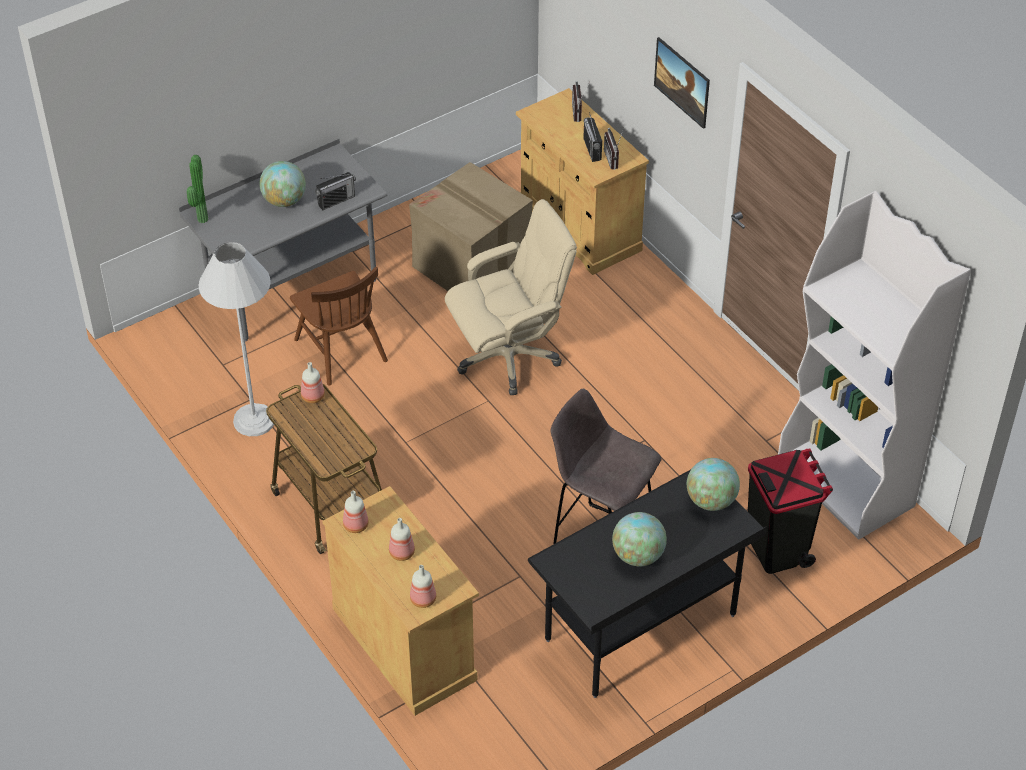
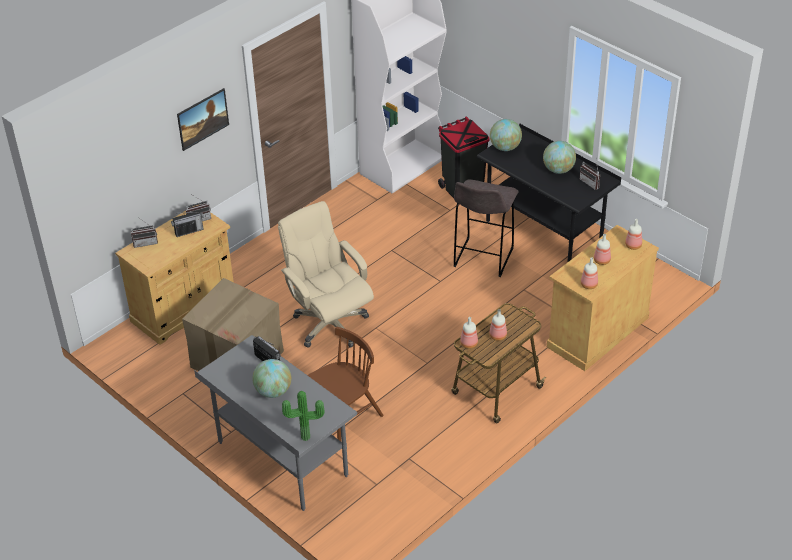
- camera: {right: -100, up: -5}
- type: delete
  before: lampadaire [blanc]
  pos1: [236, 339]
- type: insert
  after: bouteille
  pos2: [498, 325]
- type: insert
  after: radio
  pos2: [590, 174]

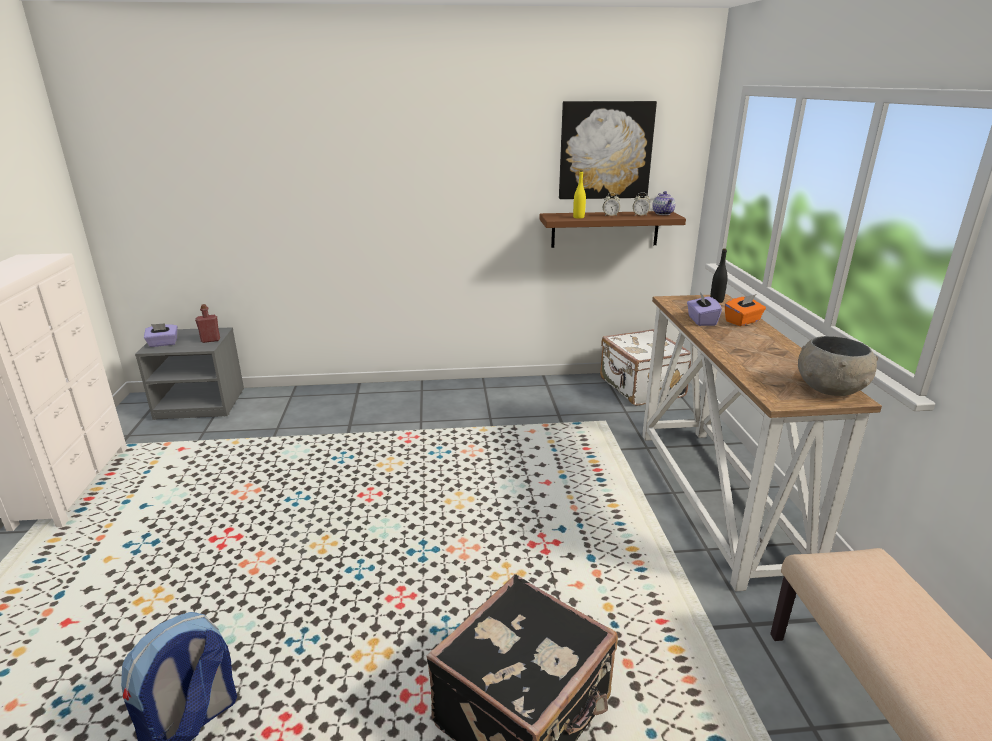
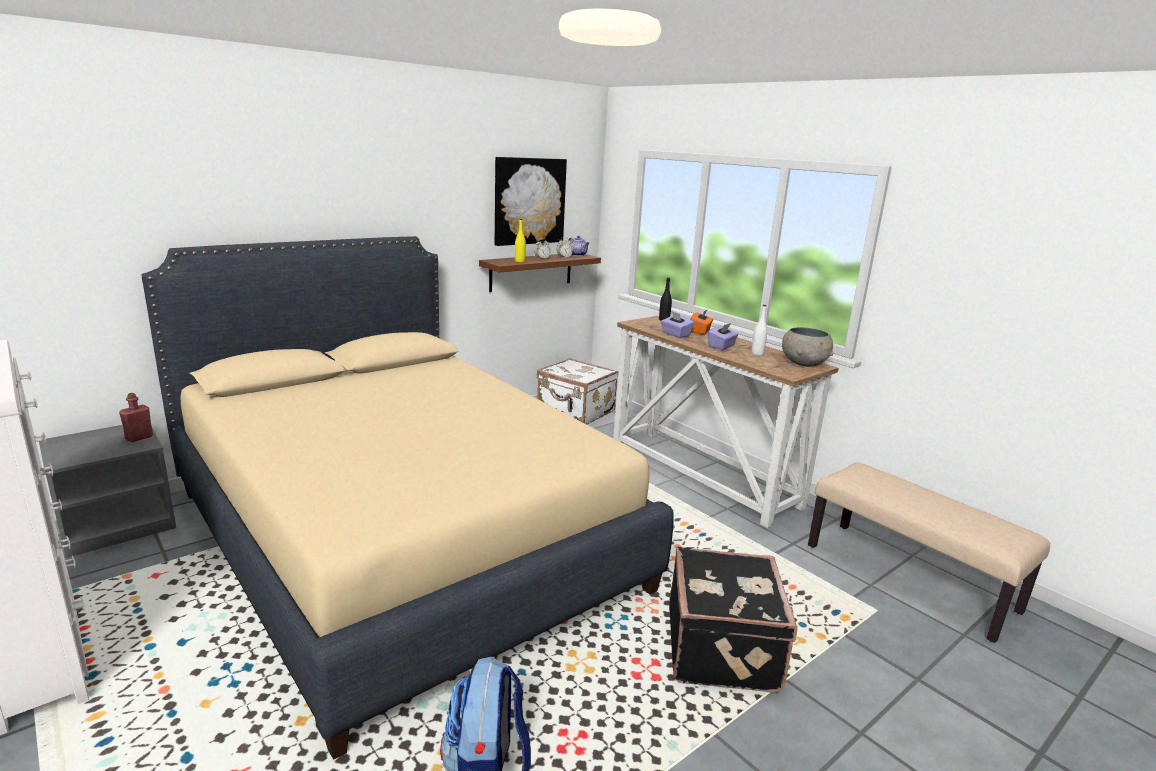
- camera: {right: -35, up: -5}
- type: insert
  after: lit [beige]
  pos2: [407, 498]
- type: insert
  after: bouteille [blanc]
  pos2: [759, 330]
- type: move
  before: boîte à mouchoirs [violet]
  pos1: [161, 335]
  pos2: [723, 336]

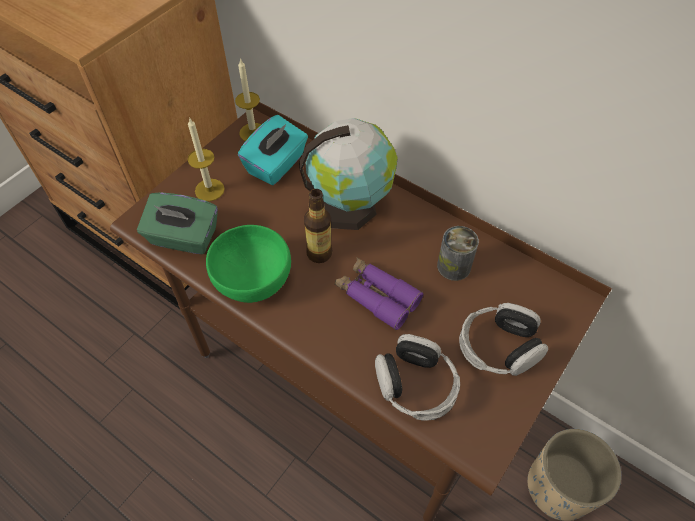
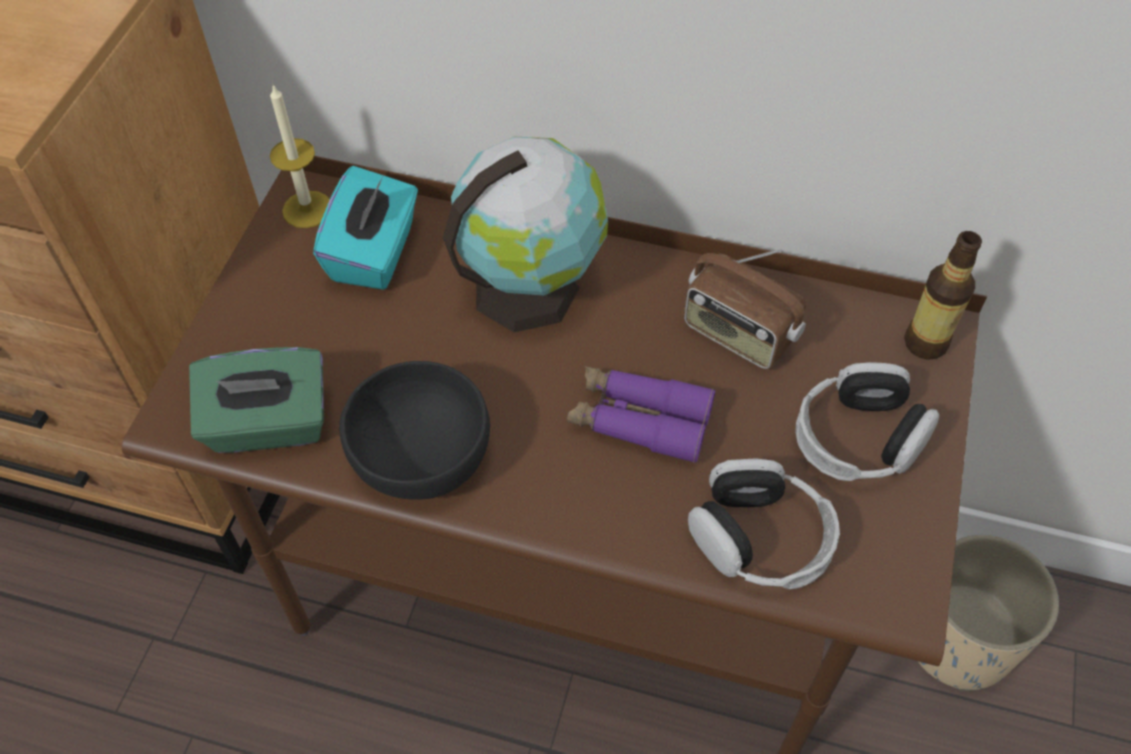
- camera: {right: -20, up: 0}
- type: delete
  before: bougie
  pos1: [206, 160]
- type: move
  before: bouteille
  pos1: [318, 226]
  pos2: [943, 295]
- type: replace
  before: boîte métallique
  after: radio
  pos1: [458, 253]
  pos2: [745, 309]
- type: recolor
  before: bol [vert]
  after: bol [noir]
  pos1: [248, 264]
  pos2: [414, 430]

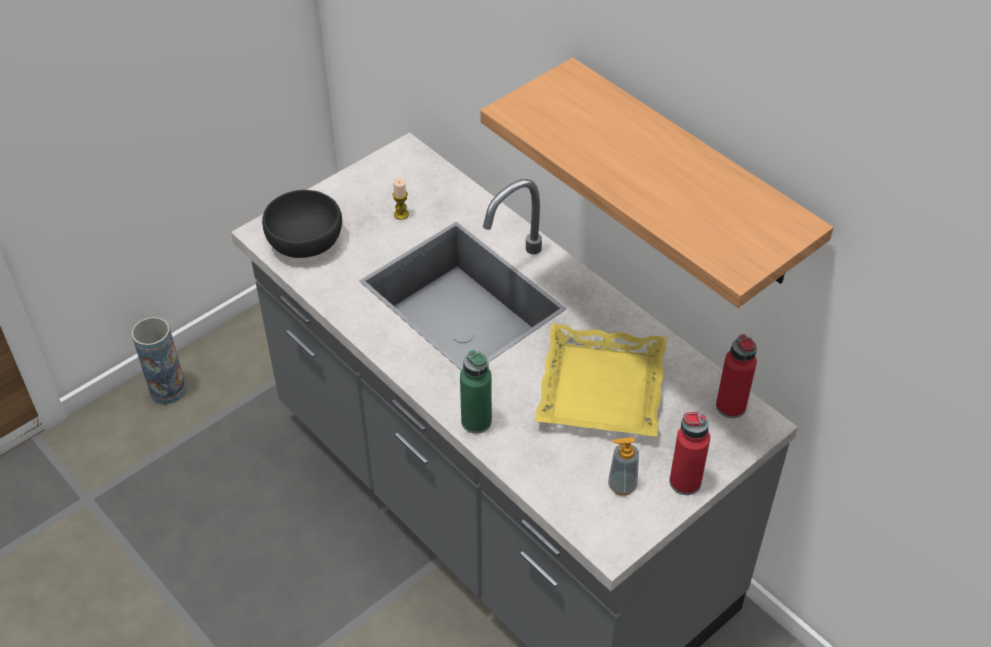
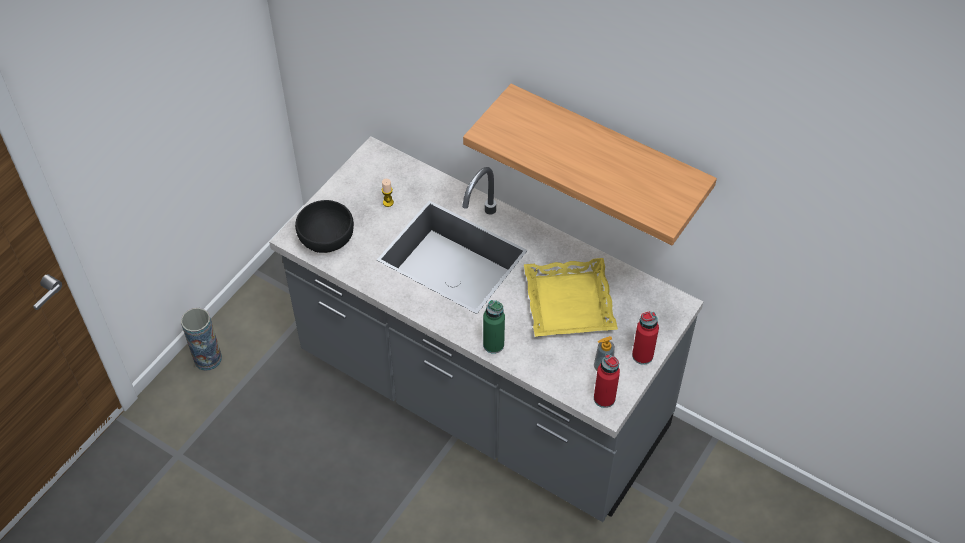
- camera: {right: -15, up: 5}
- type: move
  before: bouteille [rouge]
  pos1: [736, 376]
  pos2: [607, 381]

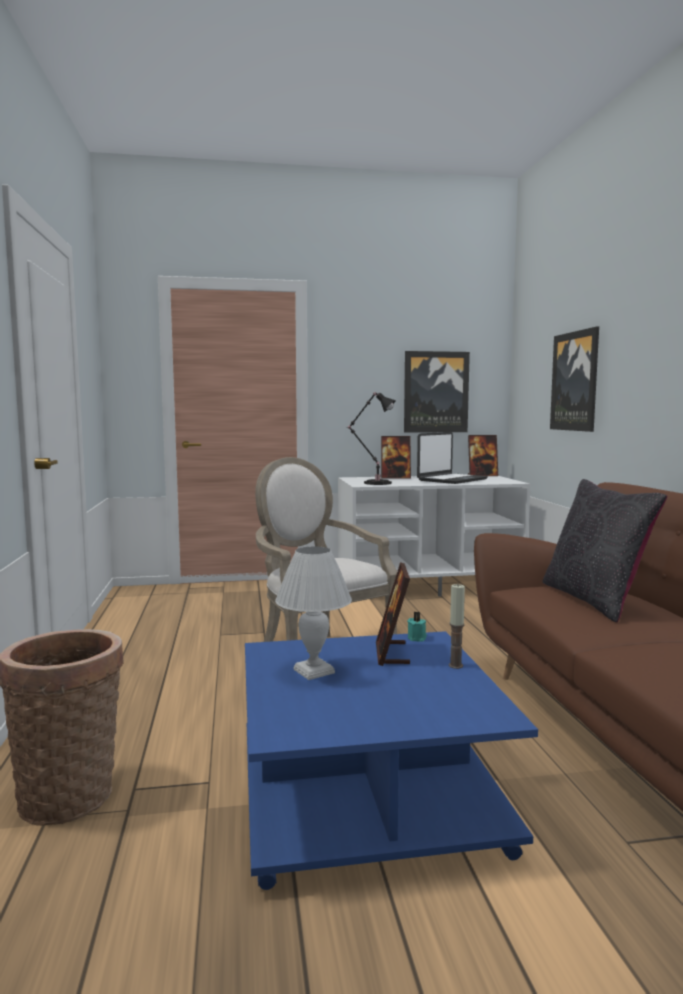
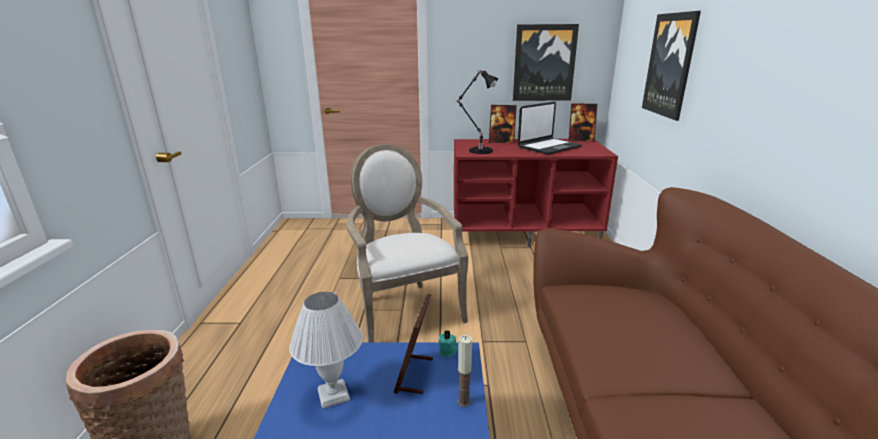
- camera: {right: 10, up: 15}
- type: delete
  before: coussin [noir]
  pos1: [605, 551]
- type: recolor
  before: meuble télé [blanc]
  after: meuble télé [rouge]
  pos1: [434, 536]
  pos2: [536, 192]

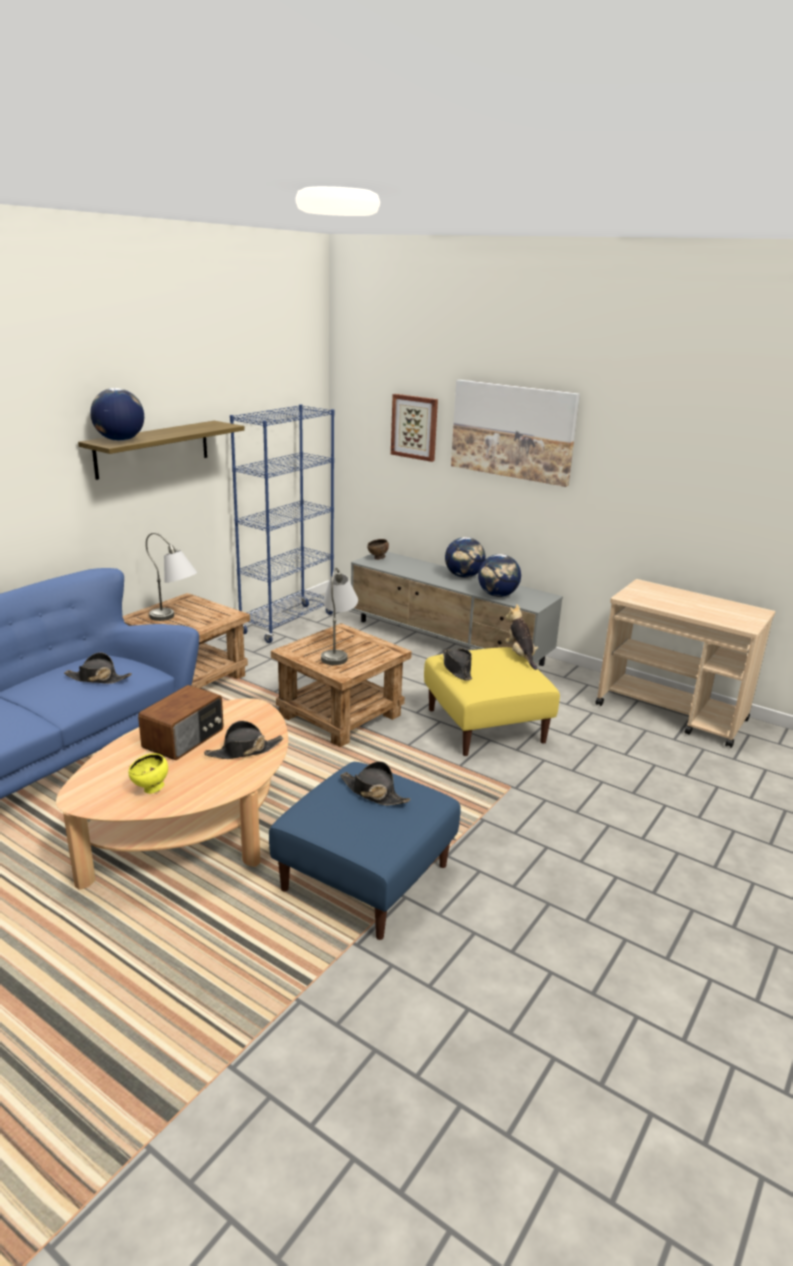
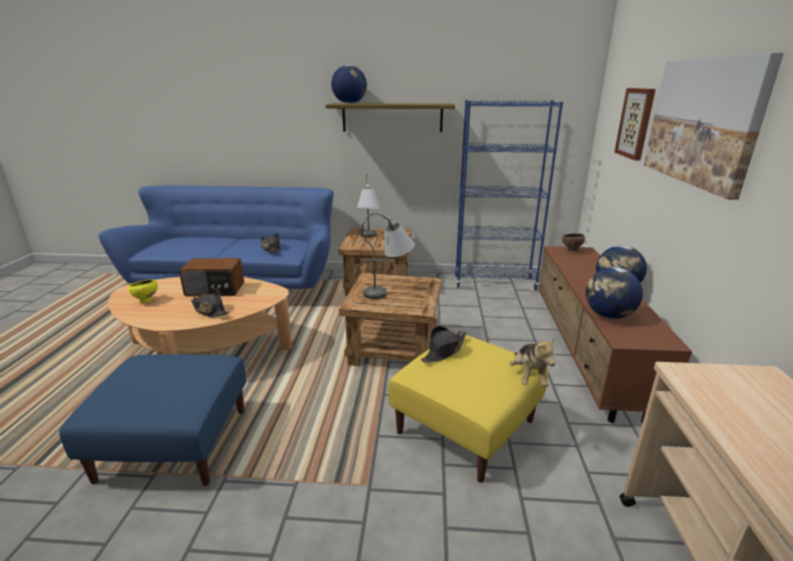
- camera: {right: 60, up: 0}
- type: delete
  before: chapeau [noir]
  pos1: [375, 783]
- type: recolor
  before: meuble télé [gris]
  after: meuble télé [marron]
  pos1: [457, 609]
  pos2: [615, 334]
- type: rotate
  before: peluche
  pos1: [521, 637]
  pos2: [532, 362]
  turn: 135

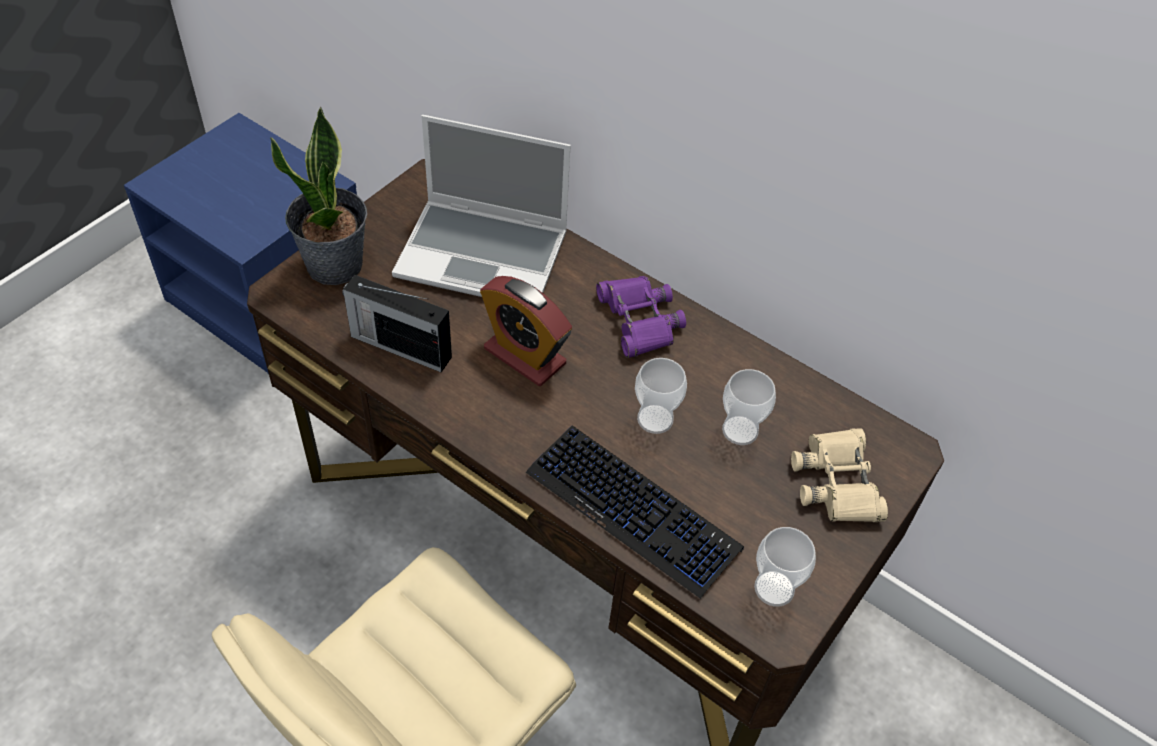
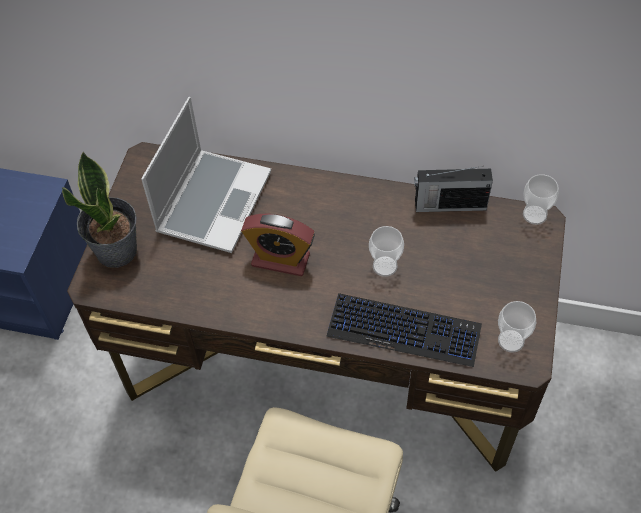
- camera: {right: -20, up: 5}
- type: delete
  before: jumelles [violet]
  pos1: [641, 317]
- type: delete
  before: jumelles [beige]
  pos1: [839, 475]
- type: move
  before: radio
  pos1: [397, 323]
  pos2: [453, 189]
- type: move
  before: tasse
  pos1: [749, 407]
  pos2: [541, 199]
- type: rotate
  before: ordinateur portable
  pos1: [481, 206]
  pos2: [206, 175]
  turn: -60

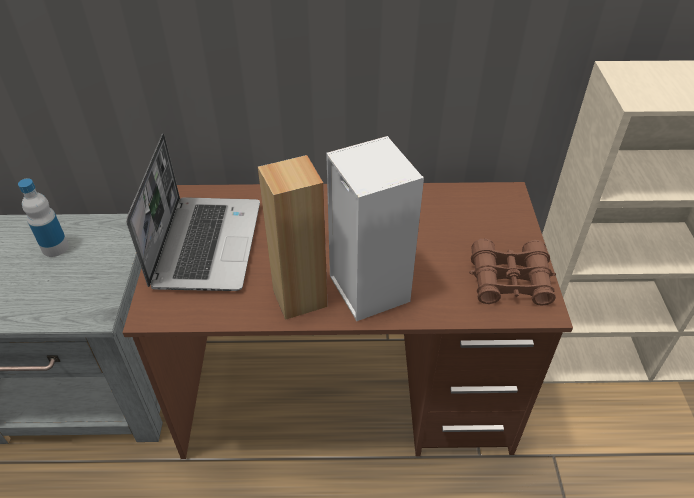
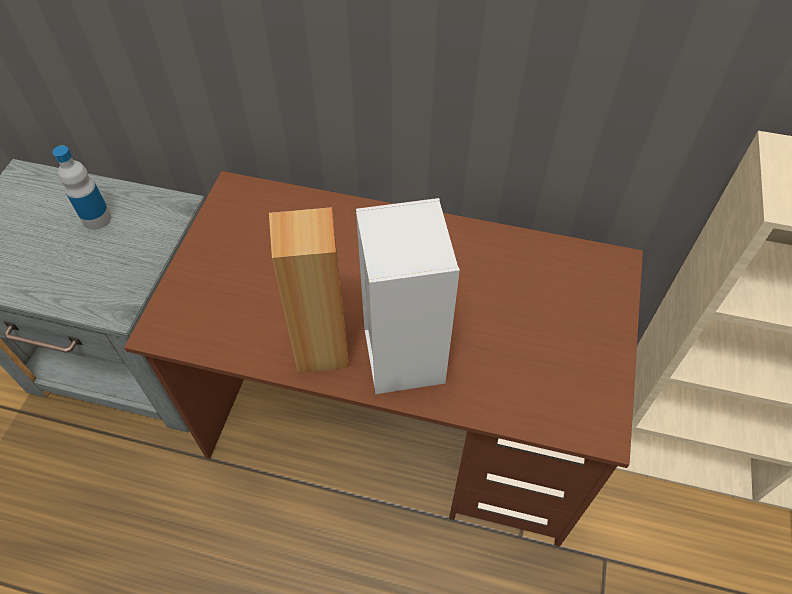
- camera: {right: 15, up: 10}
- type: delete
  before: ordinateur portable
  pos1: [193, 212]
- type: delete
  before: jumelles [marron]
  pos1: [512, 272]

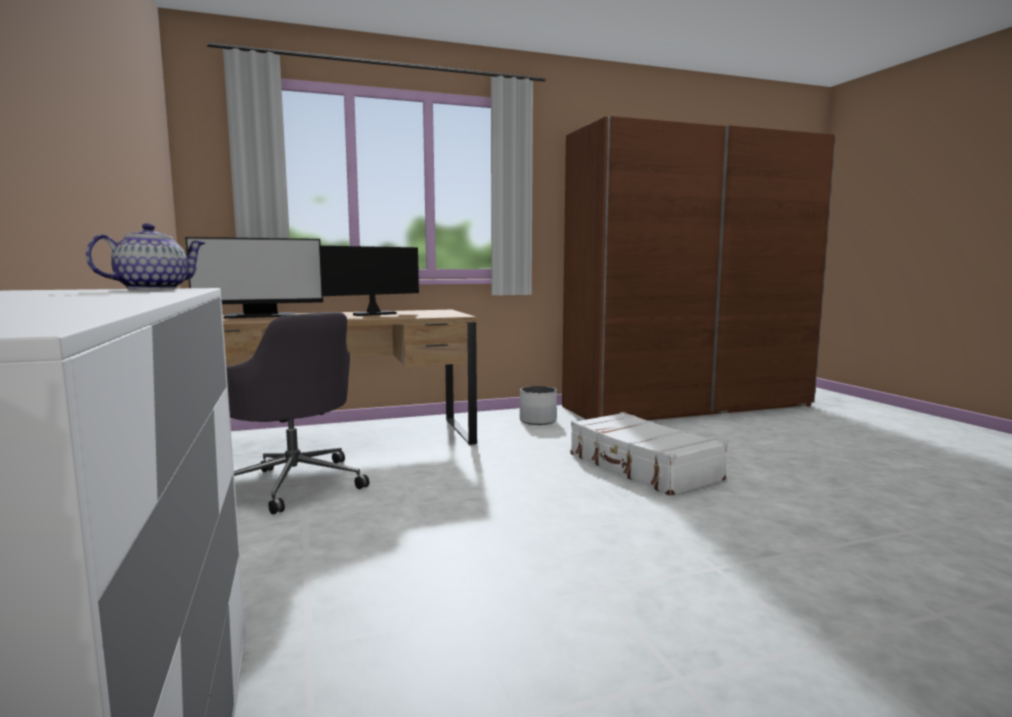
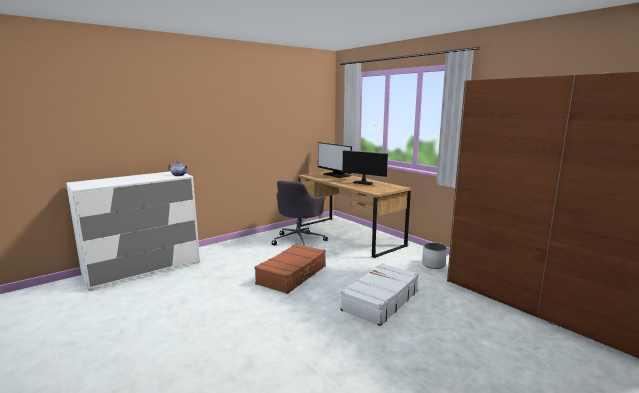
- camera: {right: 70, up: 5}
- type: insert
  after: valise [marron]
  pos2: [290, 269]

